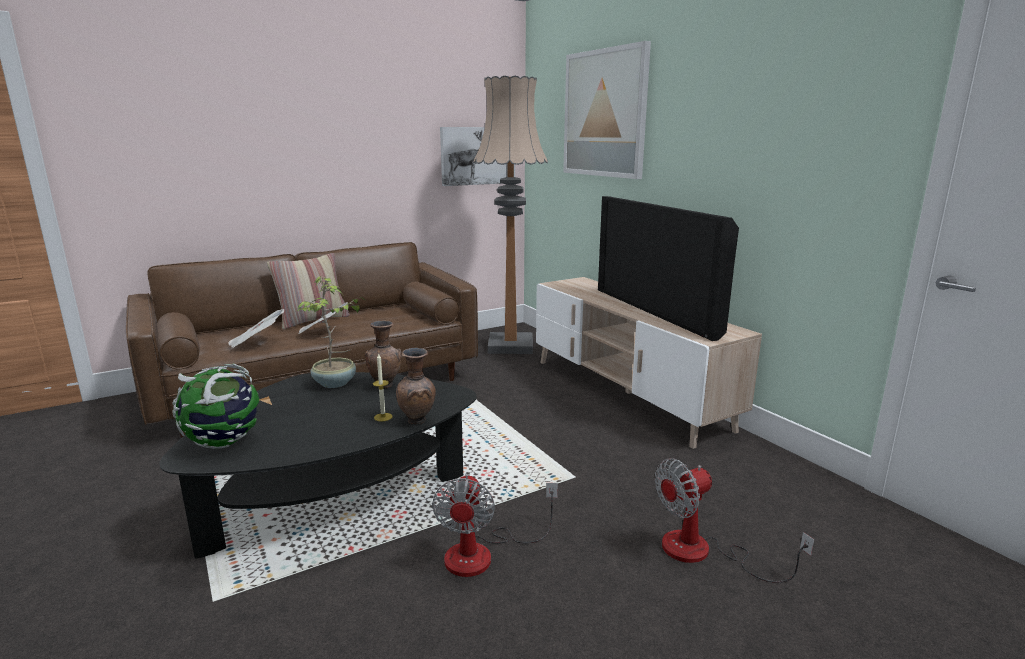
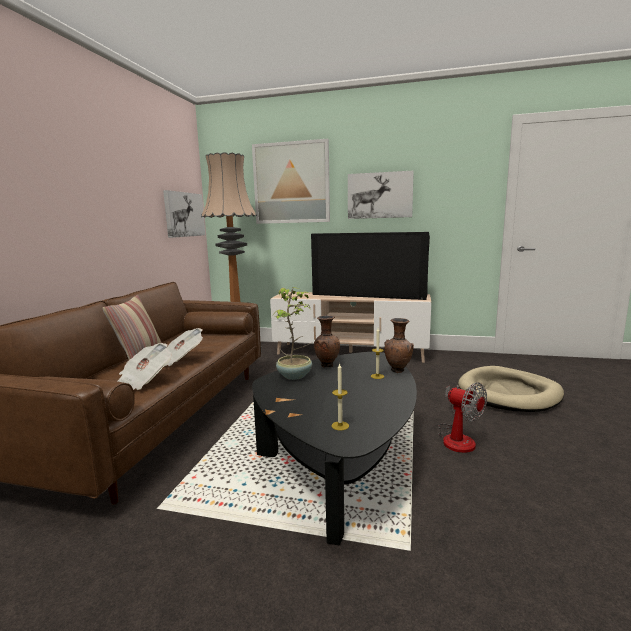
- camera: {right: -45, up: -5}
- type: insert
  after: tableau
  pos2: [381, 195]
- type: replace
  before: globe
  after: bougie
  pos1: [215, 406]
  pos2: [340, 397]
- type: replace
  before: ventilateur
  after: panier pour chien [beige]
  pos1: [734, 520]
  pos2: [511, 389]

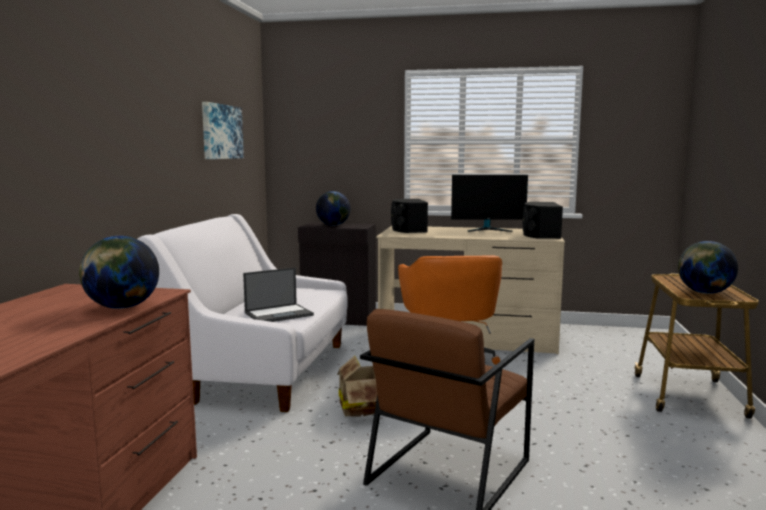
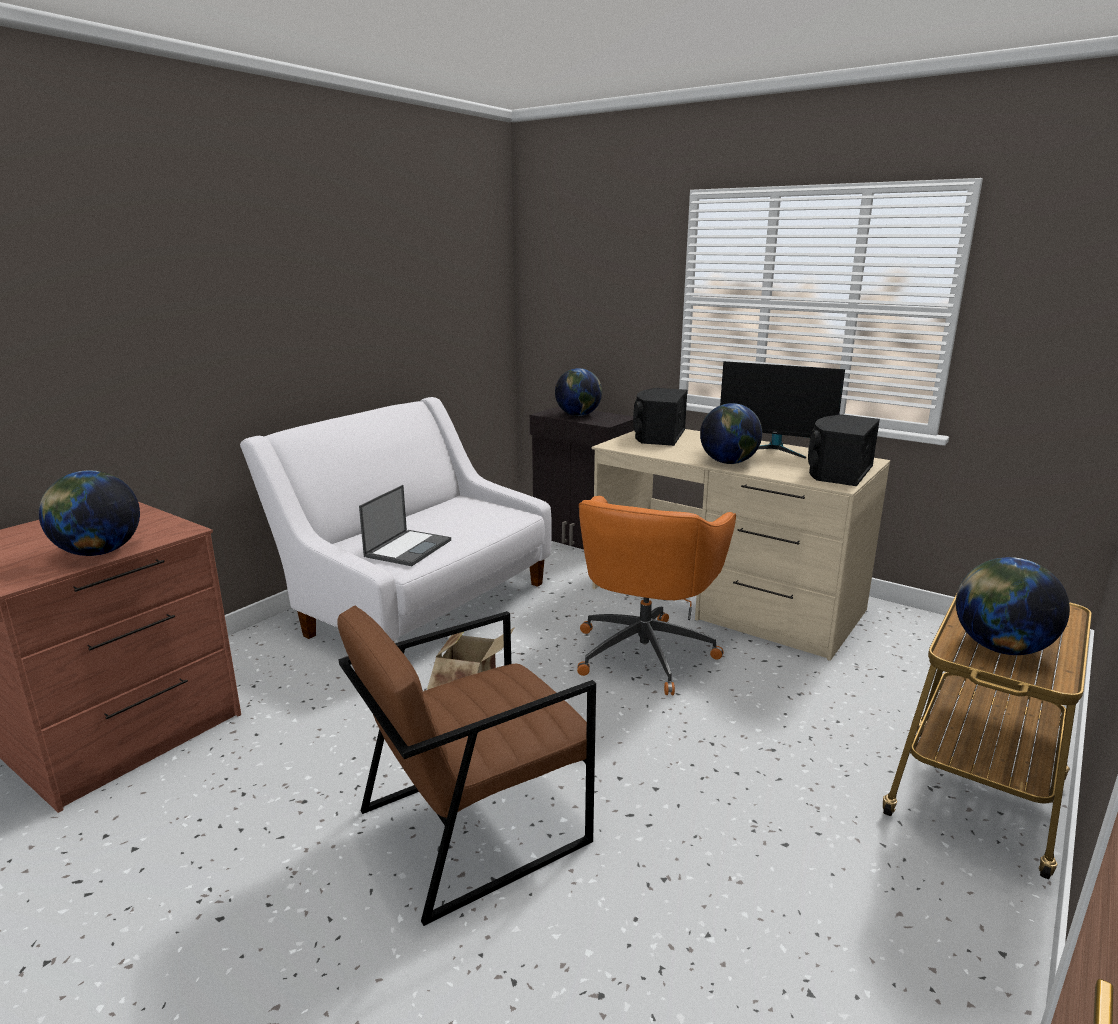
- camera: {right: 25, up: 10}
- type: delete
  before: tableau
  pos1: [223, 130]
- type: insert
  after: globe
  pos2: [731, 433]
- type: rotate
  before: ordinateur portable
  pos1: [278, 294]
  pos2: [405, 525]
  turn: -60

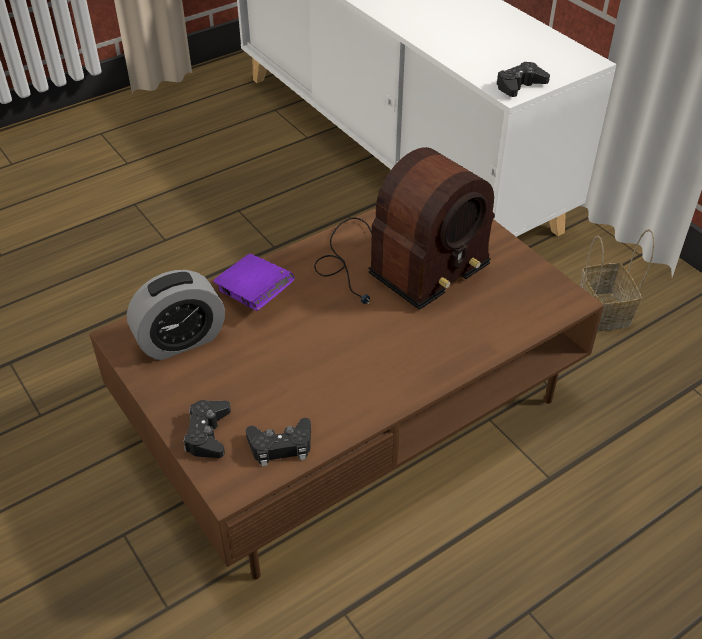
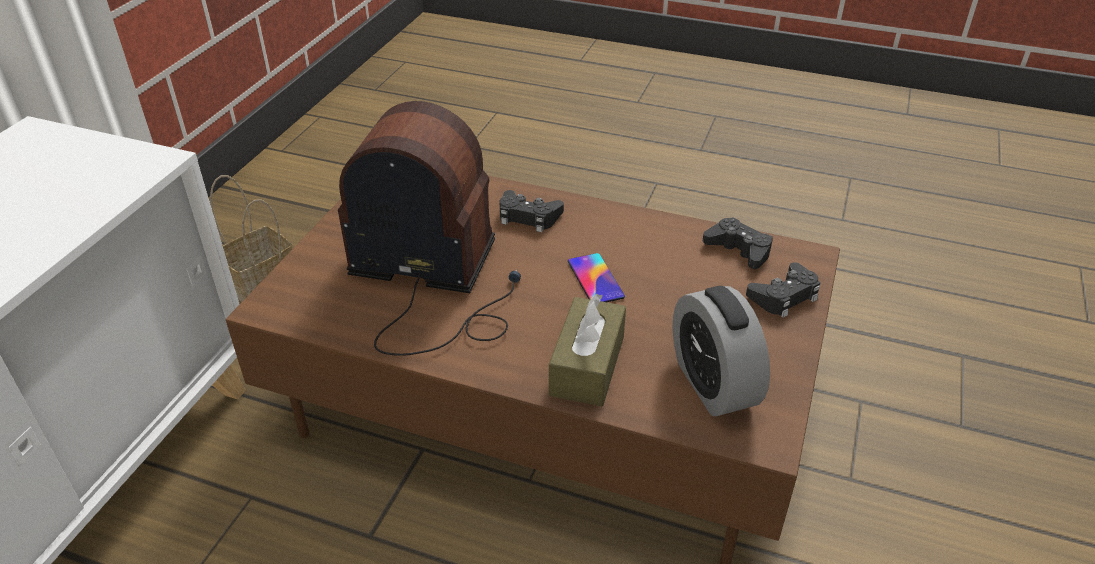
- camera: {right: -125, up: -5}
- type: insert
  after: téléphone
  pos2: [596, 277]
- type: move
  before: manette [noir]
  pos1: [523, 79]
  pos2: [531, 211]
- type: replace
  before: livre [violet]
  after: boîte à mouchoirs [marron]
  pos1: [254, 282]
  pos2: [587, 350]
- type: rotate
  before: réveil
  pos1: [176, 315]
  pos2: [721, 351]
  turn: -135

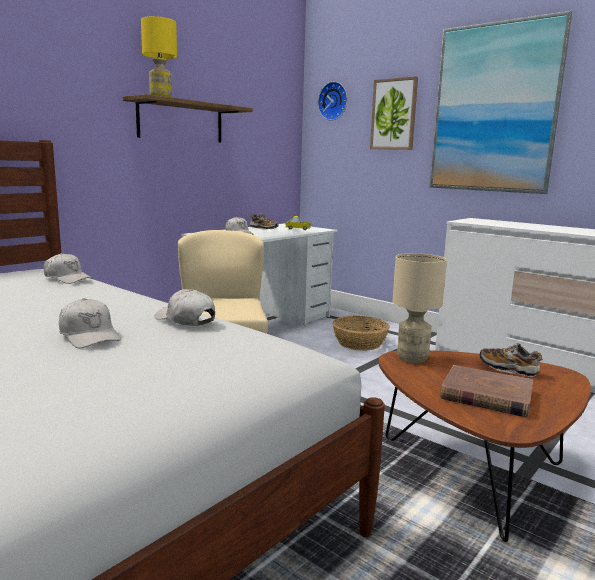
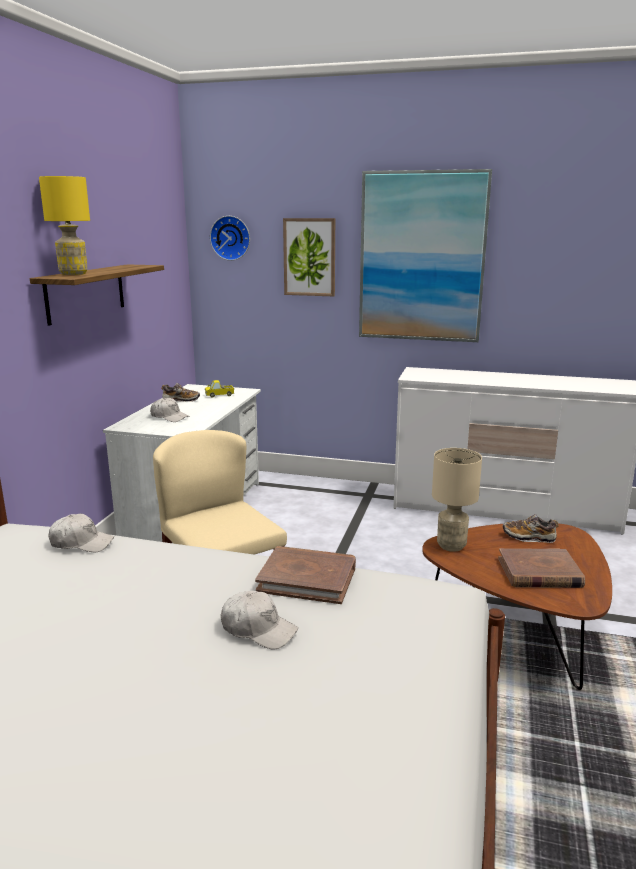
- camera: {right: -25, up: 5}
- type: delete
  before: panier
  pos1: [361, 333]
- type: replace
  before: casquette [blanc]
  after: livre [marron]
  pos1: [185, 307]
  pos2: [305, 575]

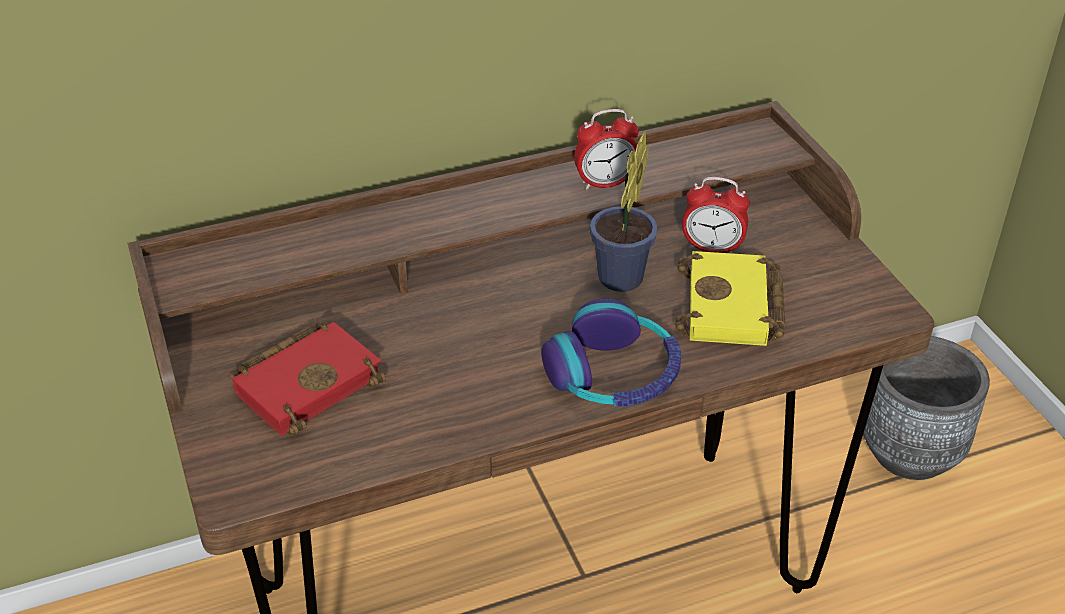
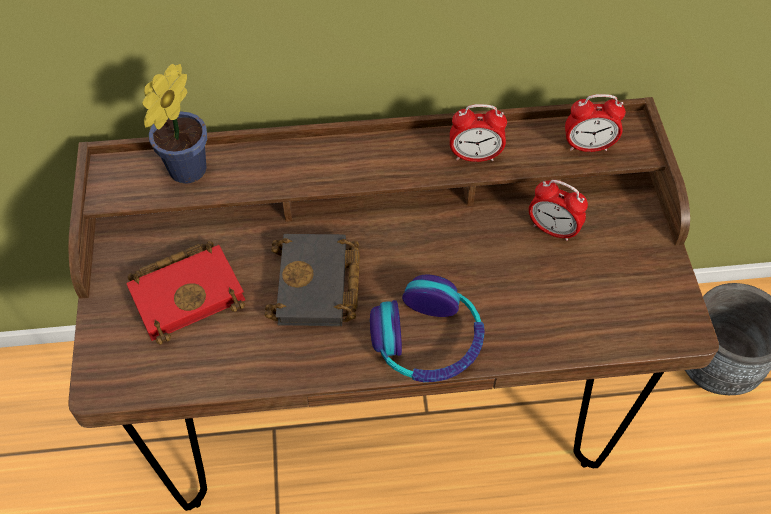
- camera: {right: 15, up: 15}
- type: delete
  before: livre [jaune]
  pos1: [730, 298]
- type: insert
  after: livre [noir]
  pos2: [312, 280]
- type: insert
  after: réveil
  pos2: [595, 123]
- type: move
  before: plante en pot
  pos1: [624, 212]
  pos2: [174, 123]

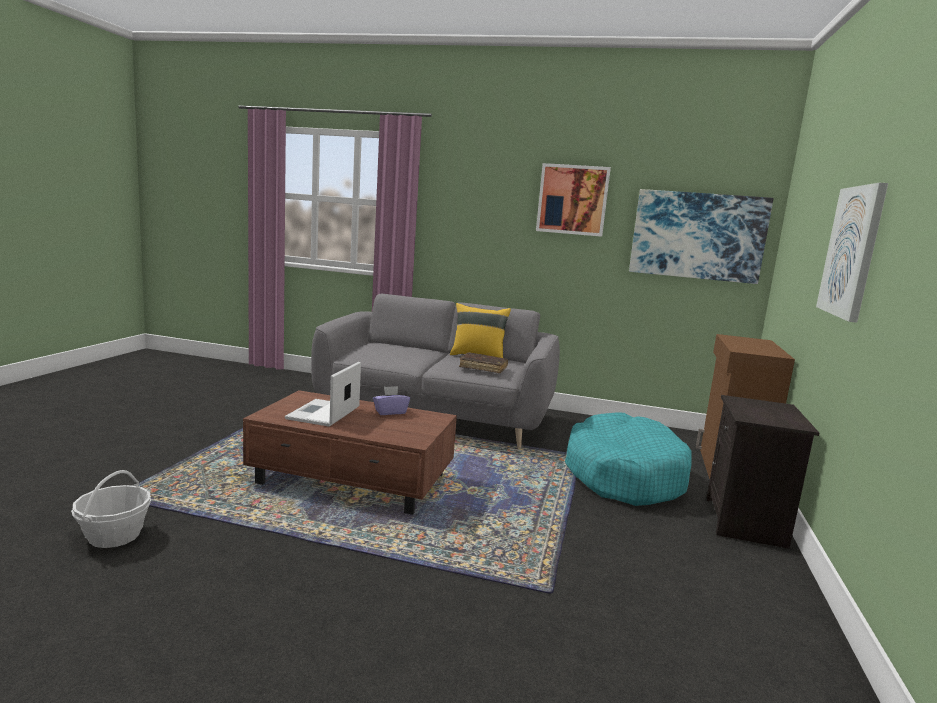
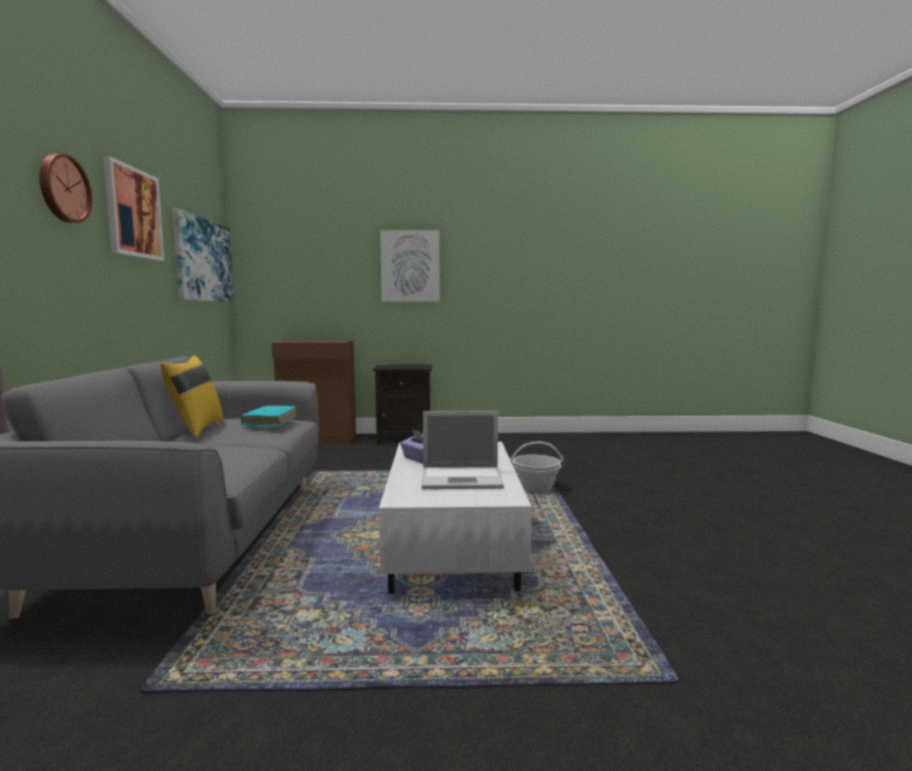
- camera: {right: -105, up: -5}
- type: delete
  before: panier pour chien [turquoise]
  pos1: [628, 459]
- type: insert
  after: horloge murale
  pos2: [65, 188]
- type: move
  before: panier
  pos1: [111, 509]
  pos2: [536, 467]
- type: recolor
  before: table basse [marron]
  after: table basse [blanc]
  pos1: [350, 452]
  pos2: [455, 517]
- type: recolor
  before: livre [marron]
  after: livre [turquoise]
  pos1: [483, 362]
  pos2: [268, 417]

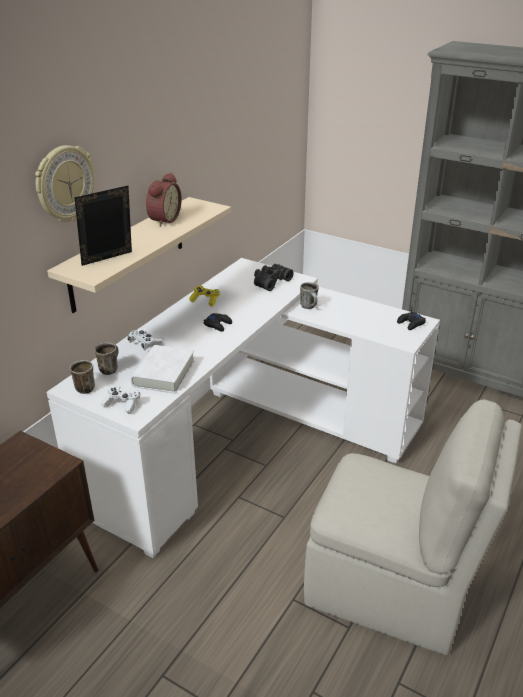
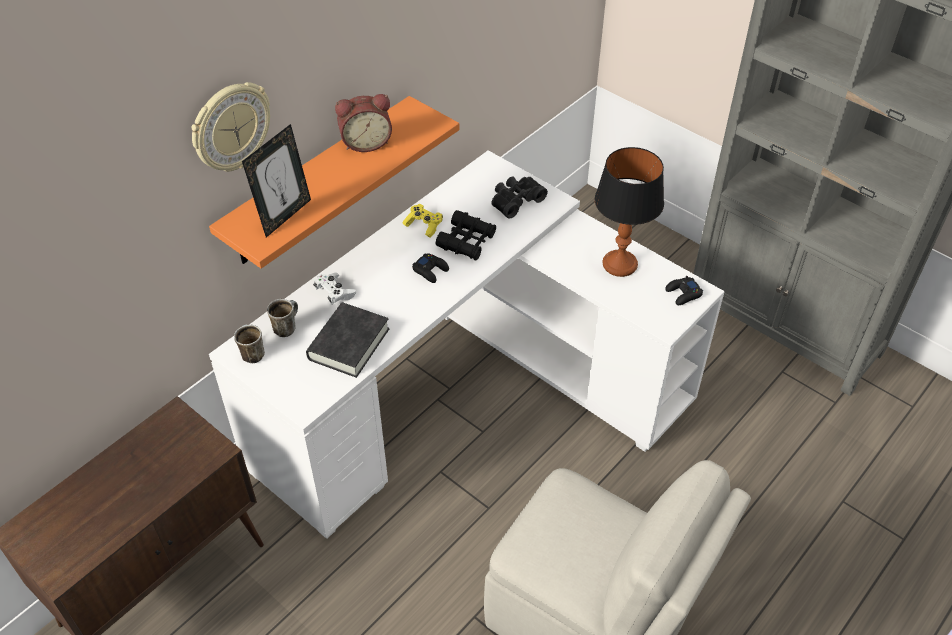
- camera: {right: 10, up: 15}
- type: delete
  before: manette [blanc]
  pos1: [120, 399]
- type: delete
  before: mug
  pos1: [309, 295]
- type: insert
  after: jumelles [noir]
  pos2: [466, 235]
- type: insert
  after: lampe de table
  pos2: [629, 212]
- type: recolor
  before: étagère [beige]
  after: étagère [orange]
  pos1: [139, 255]
  pos2: [334, 182]
- type: recolor
  before: livre [blanc]
  after: livre [noir]
  pos1: [163, 369]
  pos2: [347, 340]
- type: rotate
  before: cadre photo
  pos1: [103, 226]
  pos2: [276, 181]
  turn: 150
- type: rotate
  before: réveil
  pos1: [164, 200]
  pos2: [363, 123]
  turn: 45

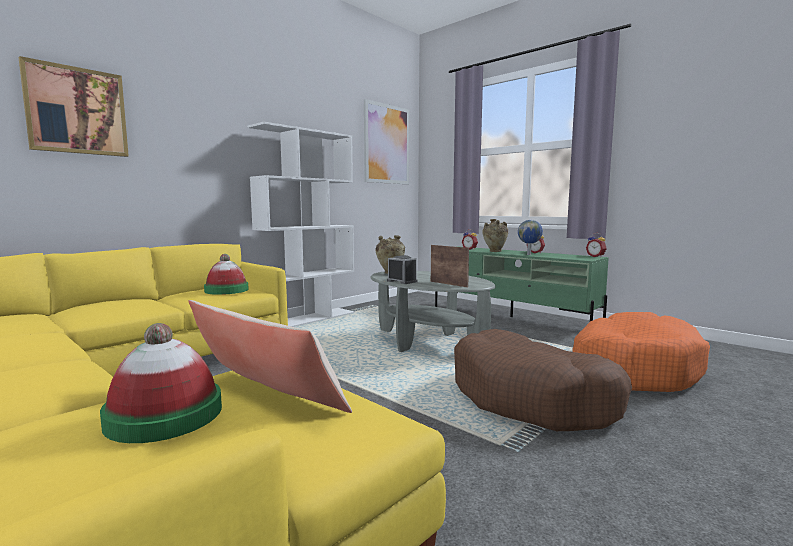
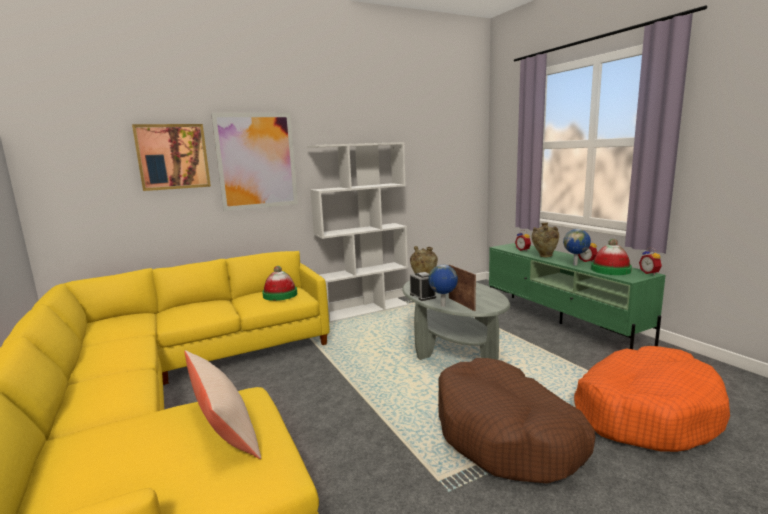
- camera: {right: 20, up: 5}
- type: insert
  after: globe
  pos2: [443, 286]
- type: move
  before: chapeau
  pos1: [161, 383]
  pos2: [611, 257]
- type: move
  before: tableau
  pos1: [386, 141]
  pos2: [254, 162]

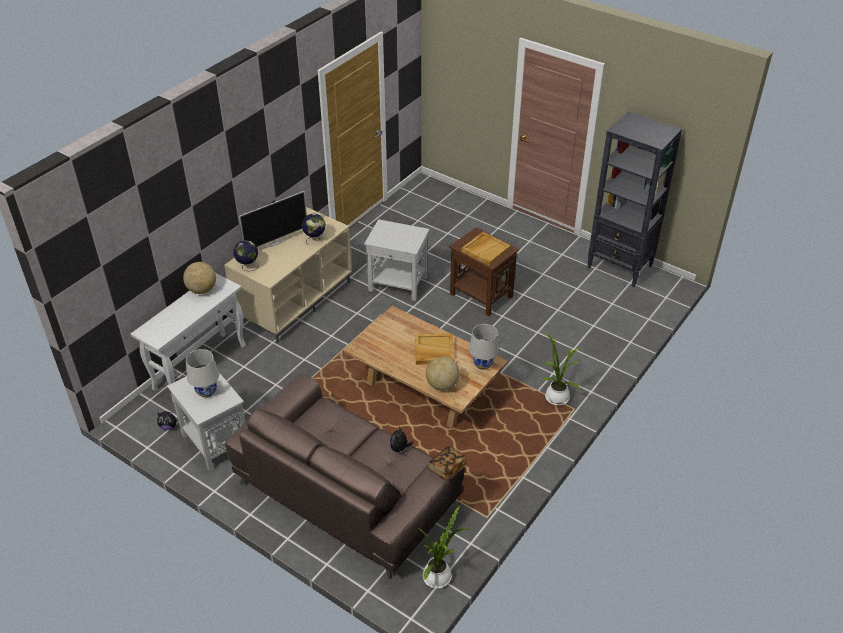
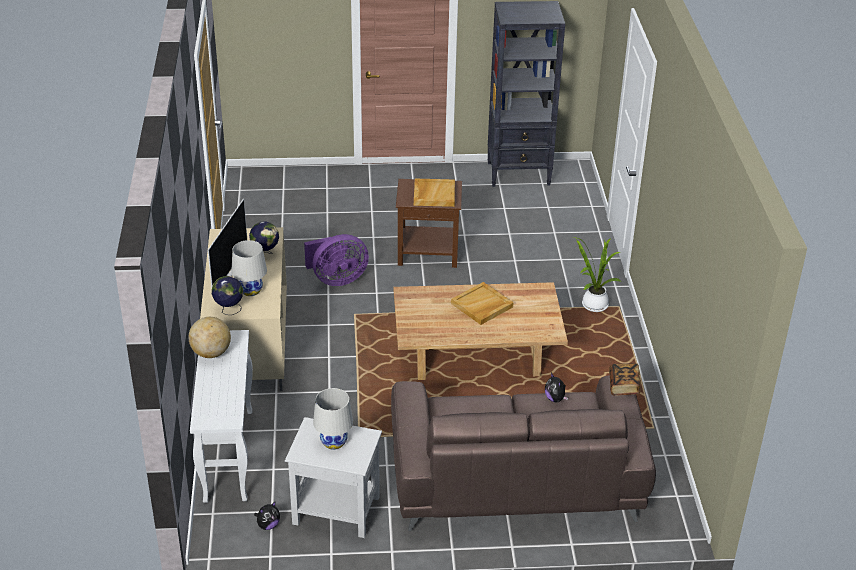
- camera: {right: -40, up: -5}
- type: delete
  before: plante en pot
  pos1: [443, 547]
- type: delete
  before: globe
  pos1: [443, 373]
- type: move
  before: lampe de table [blanc]
  pos1: [484, 347]
  pos2: [249, 268]
- type: replace
  before: table d'appoint [blanc]
  after: ventilateur [violet]
  pos1: [396, 260]
  pos2: [336, 260]

